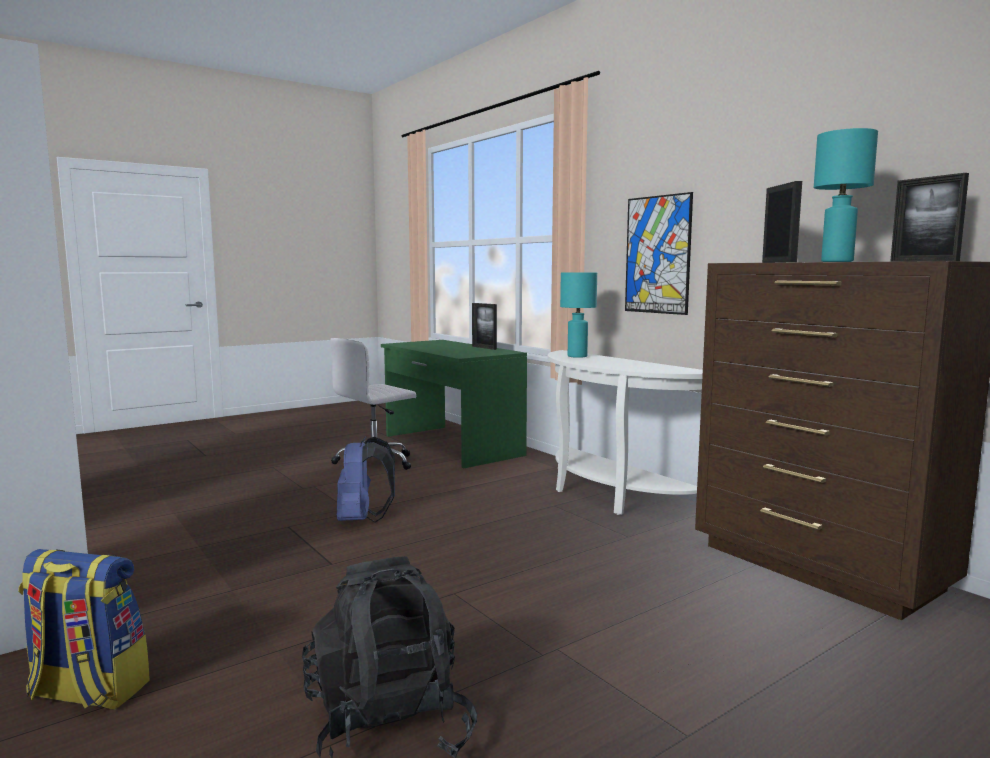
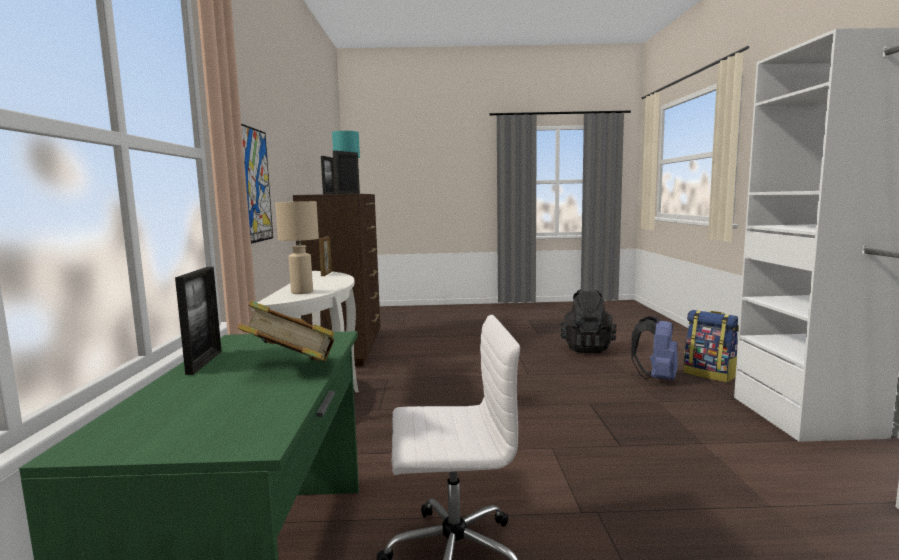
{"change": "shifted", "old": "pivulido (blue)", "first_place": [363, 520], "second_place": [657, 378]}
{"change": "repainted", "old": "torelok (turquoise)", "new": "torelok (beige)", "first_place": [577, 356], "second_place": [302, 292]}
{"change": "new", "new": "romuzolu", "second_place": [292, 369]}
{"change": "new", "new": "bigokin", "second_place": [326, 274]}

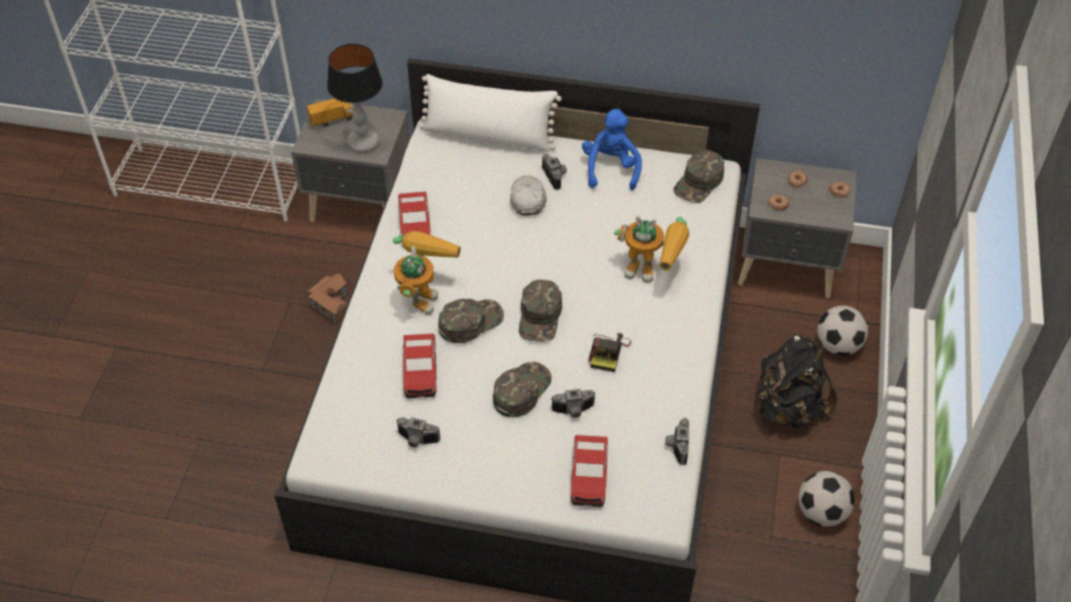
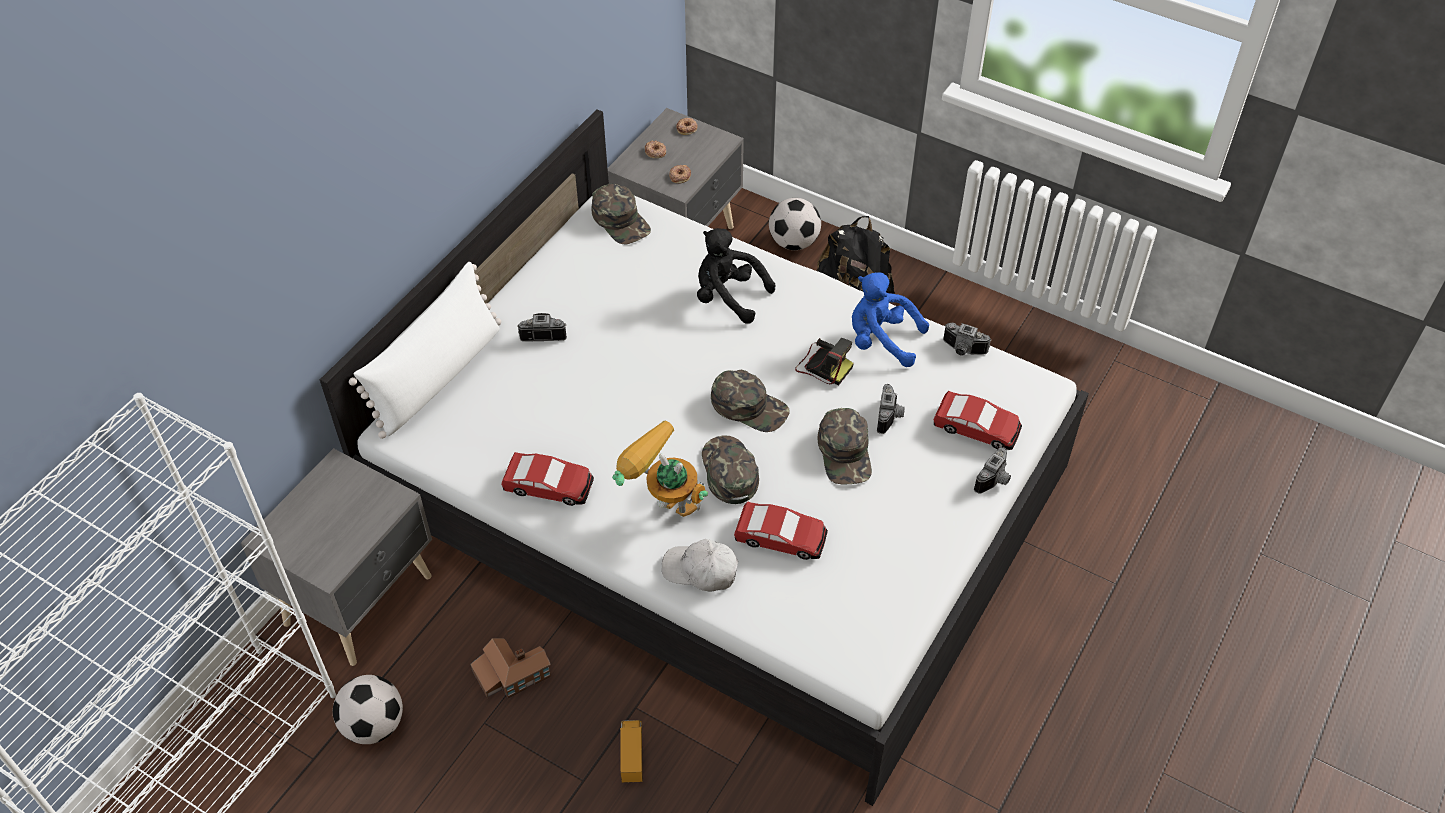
{"change": "shifted", "old": "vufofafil", "first_place": [333, 120], "second_place": [632, 755]}
{"change": "gone", "old": "torelok", "first_place": [363, 143]}
{"change": "shifted", "old": "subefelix", "first_place": [417, 441], "second_place": [995, 480]}
{"change": "rotated", "old": "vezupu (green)", "first_place": [521, 390], "second_place": [845, 452], "degrees": -150}
{"change": "shifted", "old": "vezupu (white)", "first_place": [527, 199], "second_place": [701, 571]}
{"change": "shifted", "old": "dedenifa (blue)", "first_place": [611, 168], "second_place": [881, 340]}
{"change": "swapped", "old": "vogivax", "new": "dedenifa (black)", "first_place": [652, 271], "second_place": [728, 297]}
{"change": "shifted", "old": "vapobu", "first_place": [821, 512], "second_place": [374, 725]}

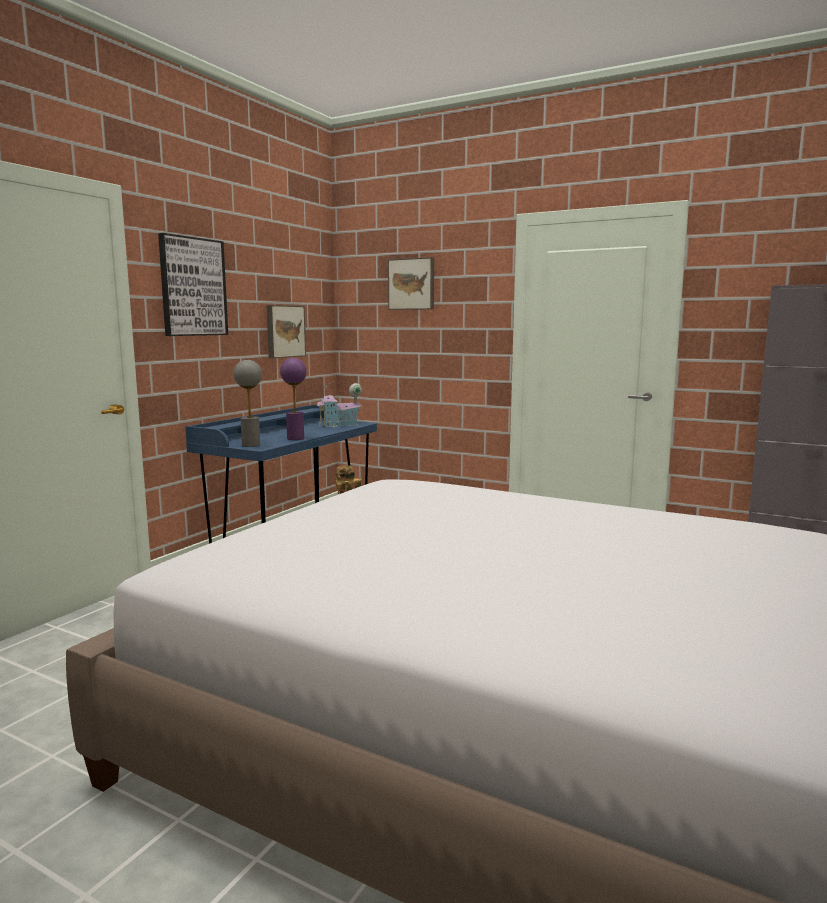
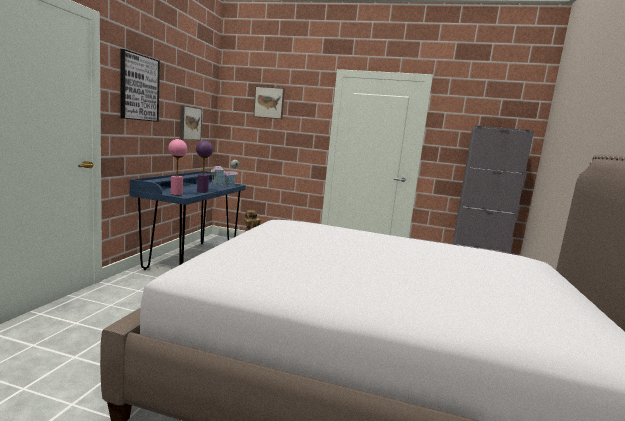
{"change": "repainted", "old": "torelok (grey)", "new": "torelok (pink)", "first_place": [251, 445], "second_place": [176, 194]}

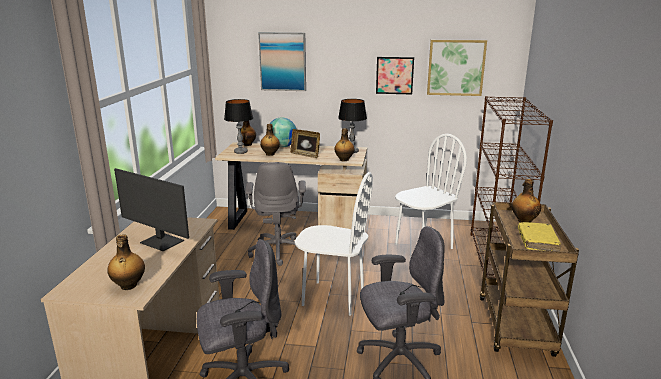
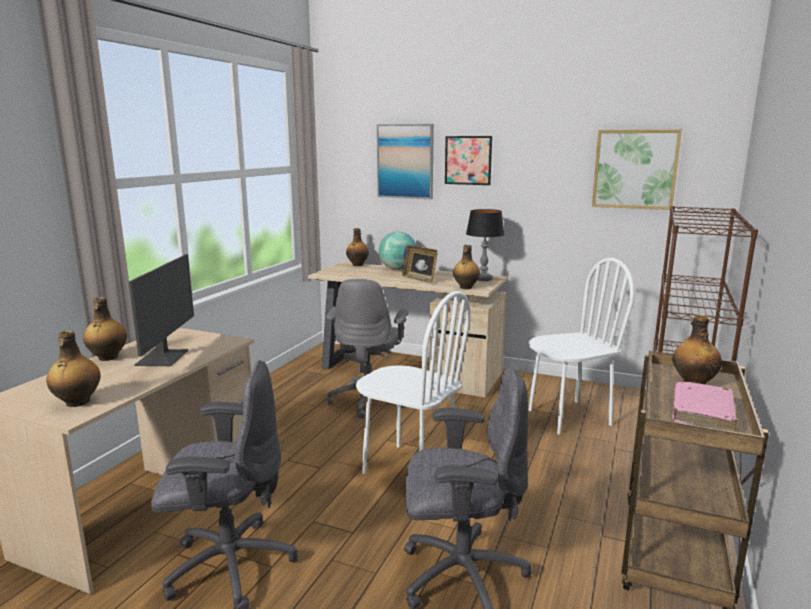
{"change": "rotated", "old": "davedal", "first_place": [161, 242], "second_place": [164, 357], "degrees": -135}
{"change": "gone", "old": "torelok", "first_place": [241, 152]}
{"change": "shifted", "old": "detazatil", "first_place": [270, 154], "second_place": [107, 358]}
{"change": "shifted", "old": "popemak", "first_place": [394, 75], "second_place": [468, 160]}
{"change": "repainted", "old": "romuzolu (yellow)", "new": "romuzolu (pink)", "first_place": [537, 242], "second_place": [702, 415]}

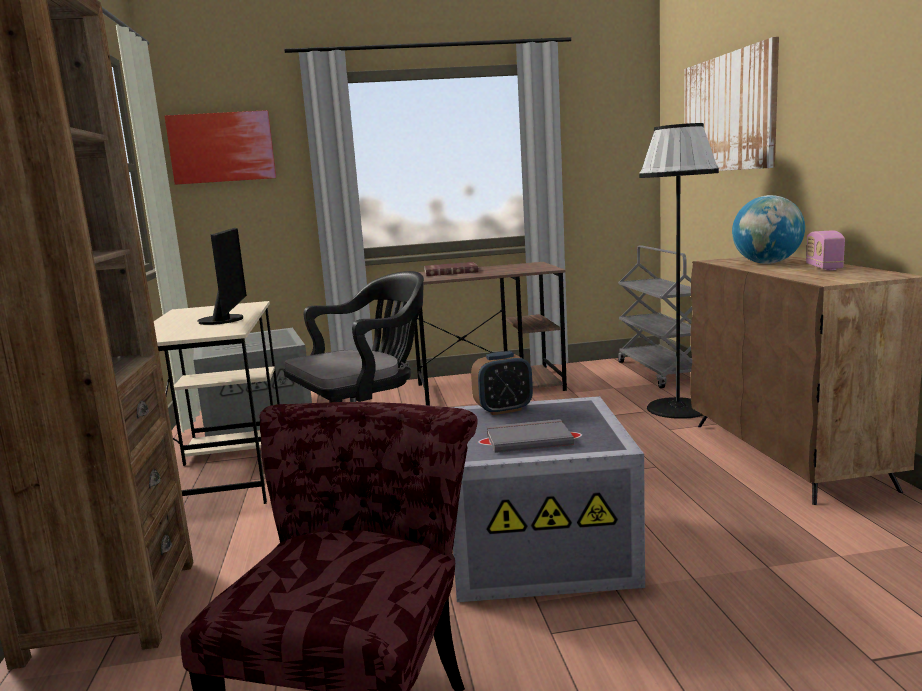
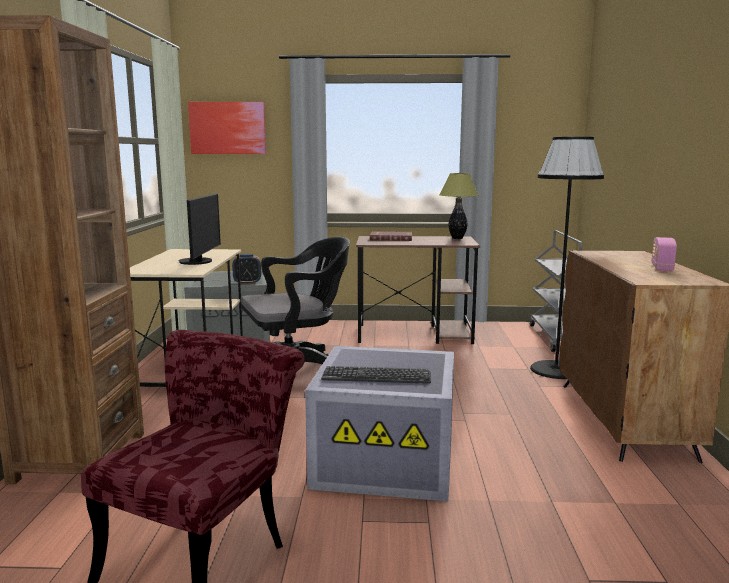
{"change": "shifted", "old": "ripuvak", "first_place": [503, 410], "second_place": [247, 283]}
{"change": "swapped", "old": "romuzolu (grey)", "new": "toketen", "first_place": [528, 438], "second_place": [376, 376]}
{"change": "gone", "old": "popemak", "first_place": [728, 113]}
{"change": "gone", "old": "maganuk", "first_place": [767, 263]}
{"change": "new", "new": "torelok", "second_place": [457, 238]}

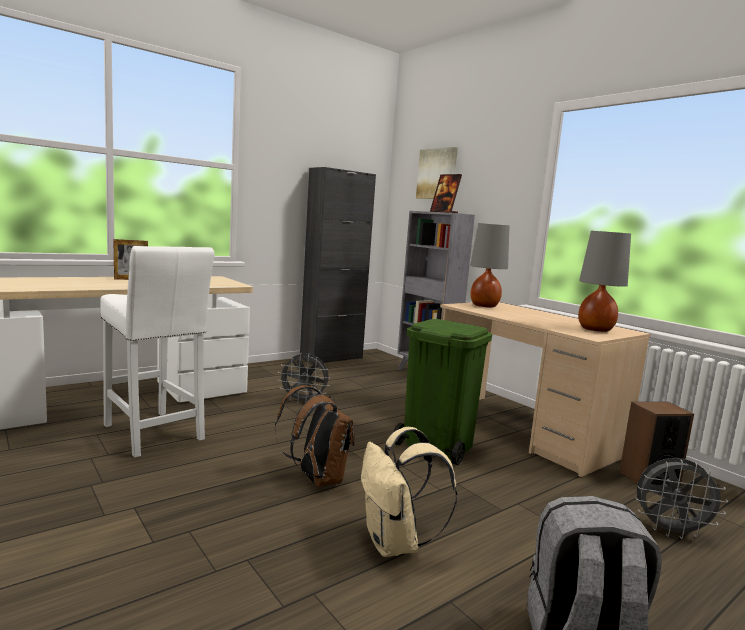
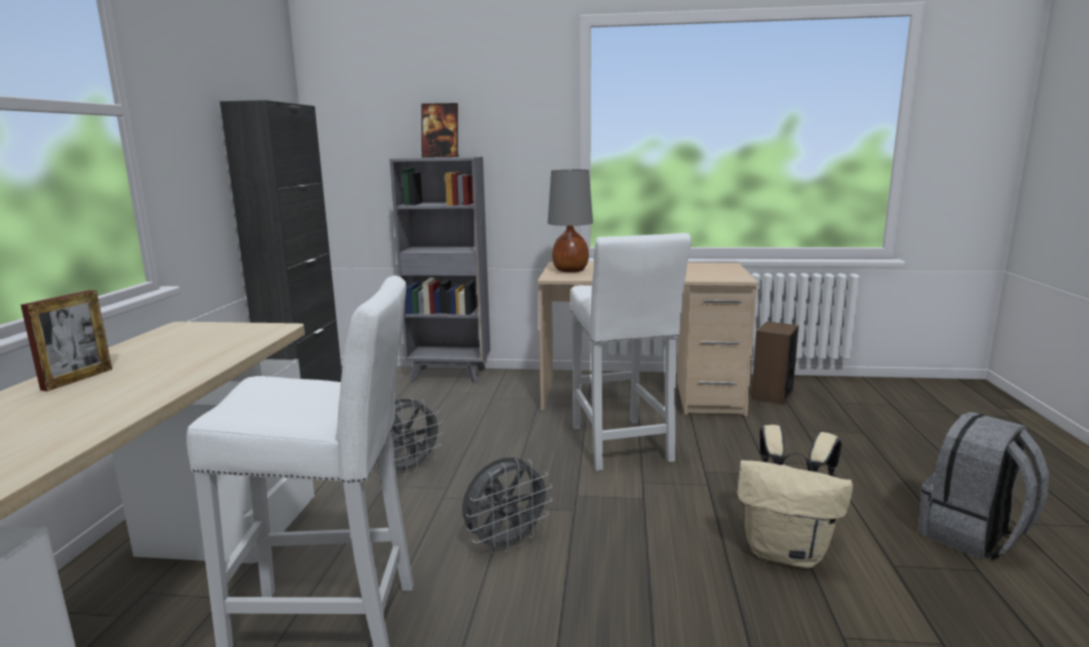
{"change": "gone", "old": "pivulido (brown)", "first_place": [316, 479]}
{"change": "swapped", "old": "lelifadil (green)", "new": "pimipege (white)", "first_place": [436, 446], "second_place": [621, 446]}
{"change": "gone", "old": "popemak", "first_place": [437, 174]}
{"change": "gone", "old": "torelok (grey)", "first_place": [595, 329]}
{"change": "shifted", "old": "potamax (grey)", "first_place": [670, 531], "second_place": [506, 544]}

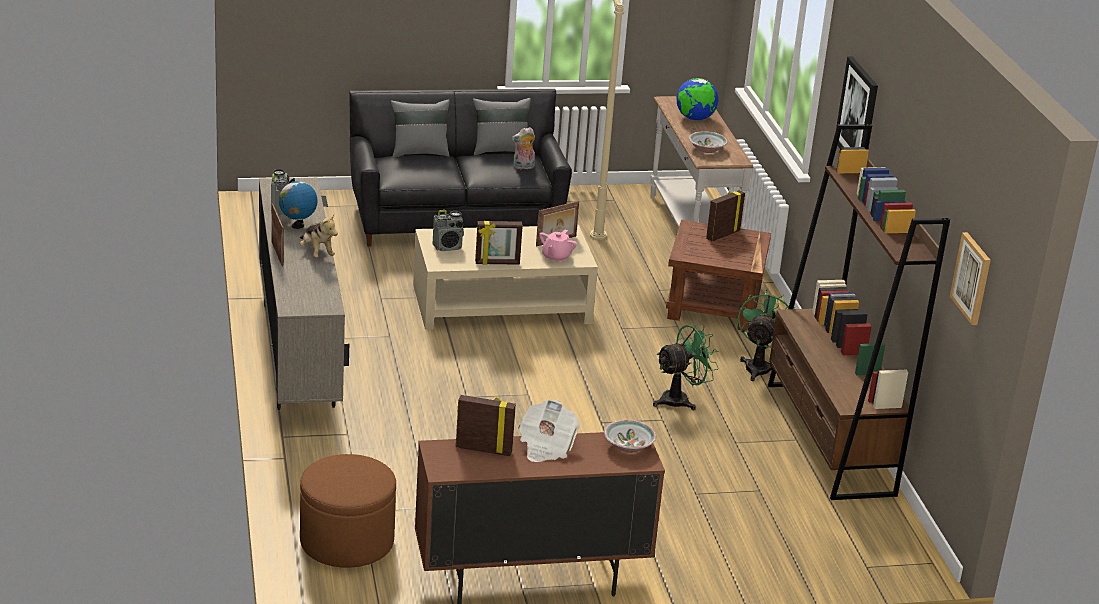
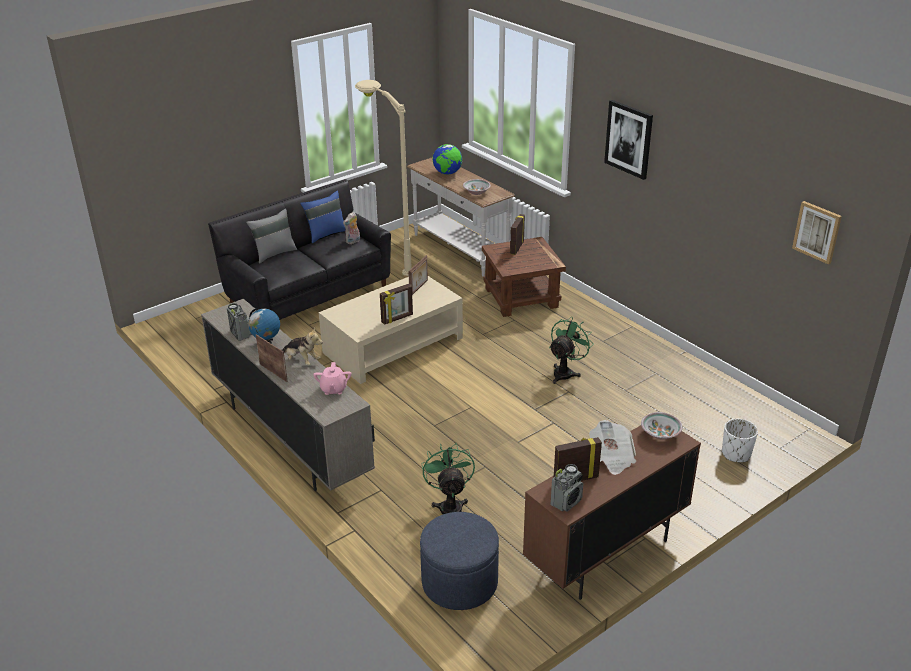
{"change": "repainted", "old": "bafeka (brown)", "new": "bafeka (blue)", "first_place": [347, 542], "second_place": [459, 582]}
{"change": "shifted", "old": "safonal", "first_place": [448, 247], "second_place": [566, 502]}
{"change": "repainted", "old": "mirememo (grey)", "new": "mirememo (blue)", "first_place": [500, 150], "second_place": [325, 234]}
{"change": "shifted", "old": "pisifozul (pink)", "first_place": [556, 257], "second_place": [333, 389]}
{"change": "shifted", "old": "potamax (green)", "first_place": [759, 366], "second_place": [450, 506]}
{"change": "gone", "old": "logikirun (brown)", "first_place": [829, 439]}
{"change": "new", "new": "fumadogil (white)", "second_place": [736, 454]}

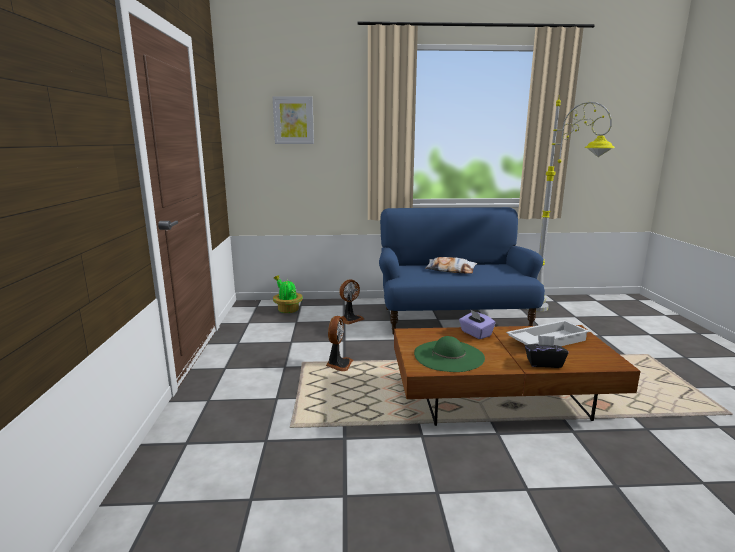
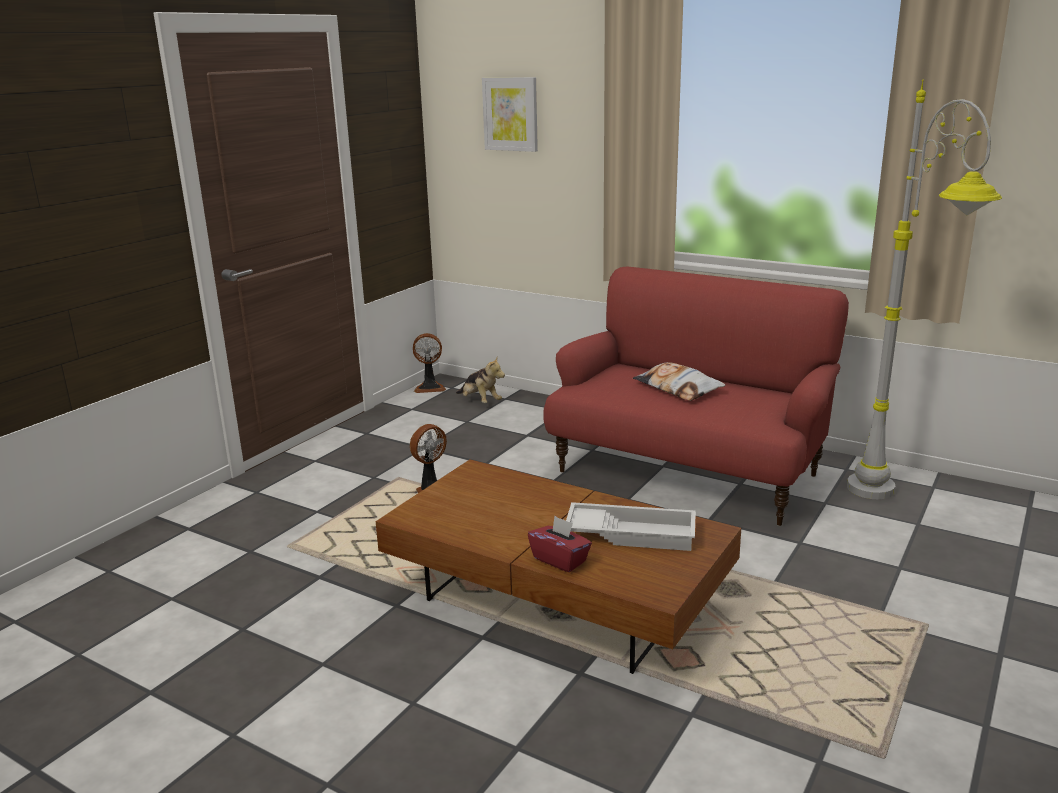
{"change": "swapped", "old": "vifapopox", "new": "dedenifa", "first_place": [287, 310], "second_place": [480, 401]}
{"change": "shifted", "old": "potamax", "first_place": [350, 319], "second_place": [430, 387]}
{"change": "repainted", "old": "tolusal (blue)", "new": "tolusal (red)", "first_place": [453, 318], "second_place": [688, 471]}
{"change": "gone", "old": "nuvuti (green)", "first_place": [449, 356]}
{"change": "gone", "old": "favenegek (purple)", "first_place": [475, 334]}
{"change": "repainted", "old": "favenegek (black)", "new": "favenegek (red)", "first_place": [544, 363], "second_place": [560, 560]}

